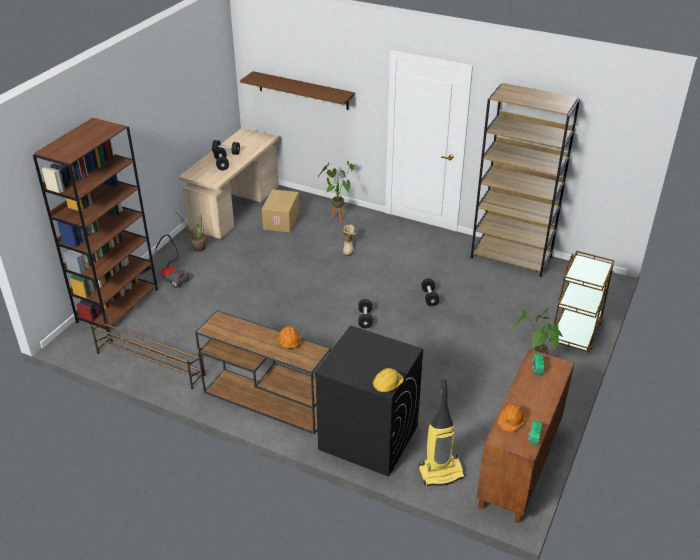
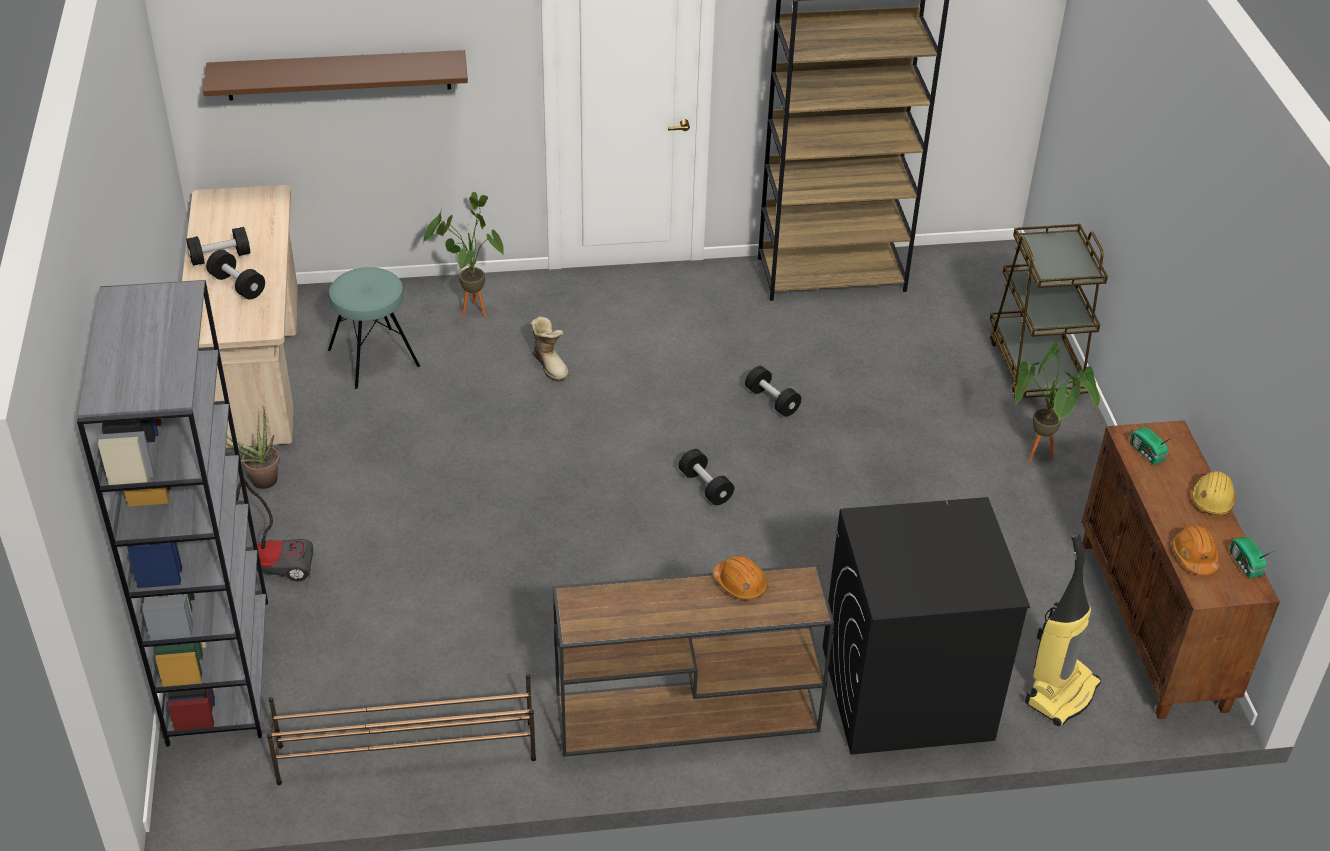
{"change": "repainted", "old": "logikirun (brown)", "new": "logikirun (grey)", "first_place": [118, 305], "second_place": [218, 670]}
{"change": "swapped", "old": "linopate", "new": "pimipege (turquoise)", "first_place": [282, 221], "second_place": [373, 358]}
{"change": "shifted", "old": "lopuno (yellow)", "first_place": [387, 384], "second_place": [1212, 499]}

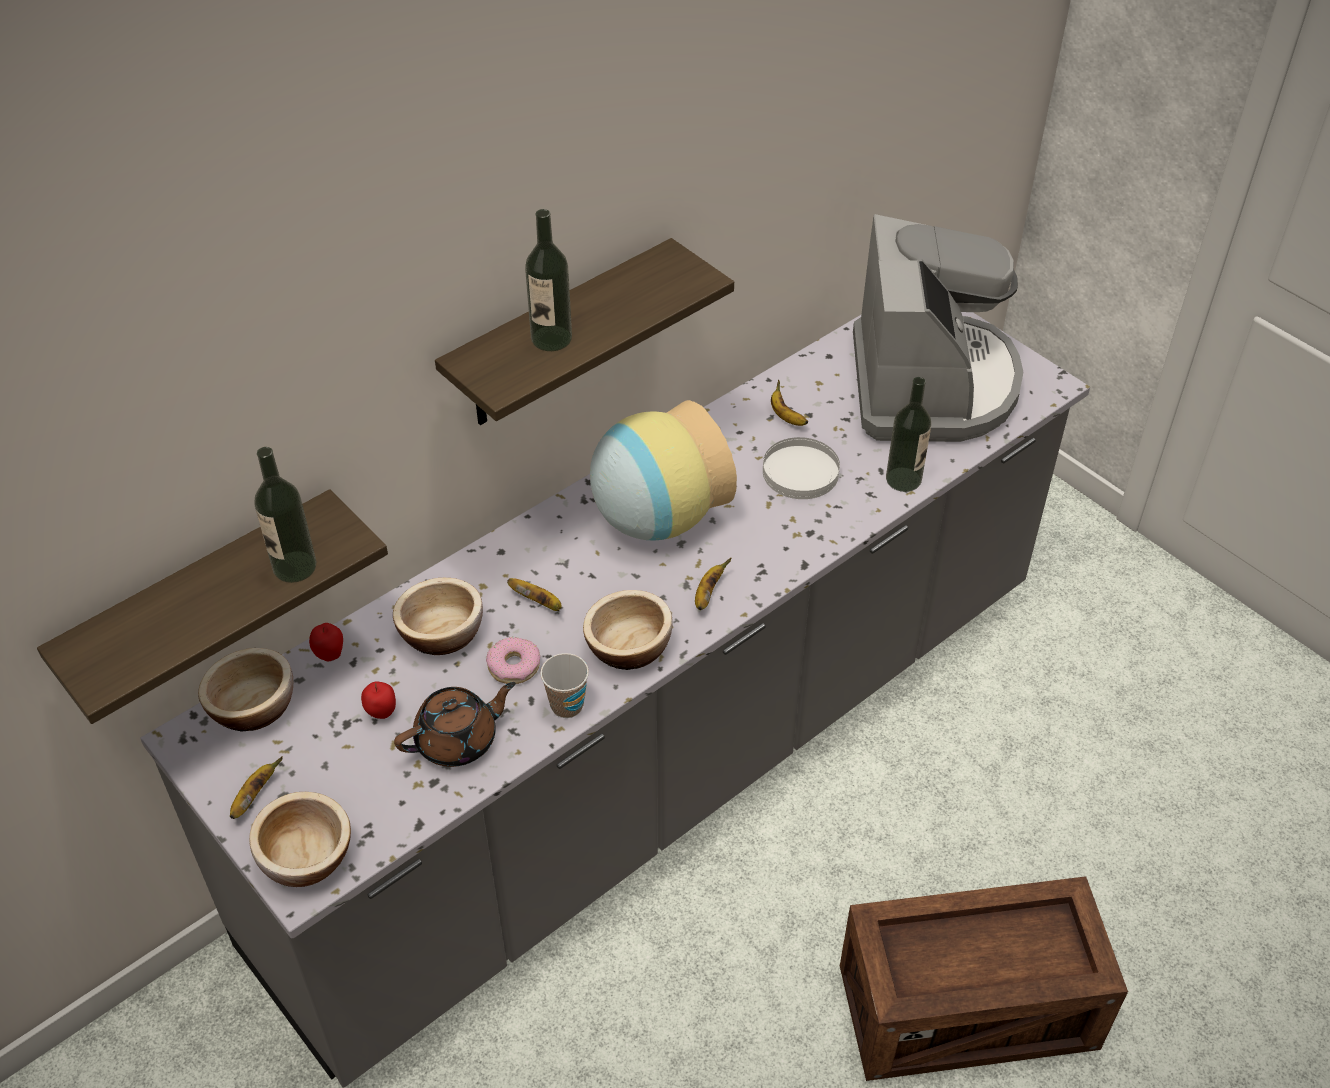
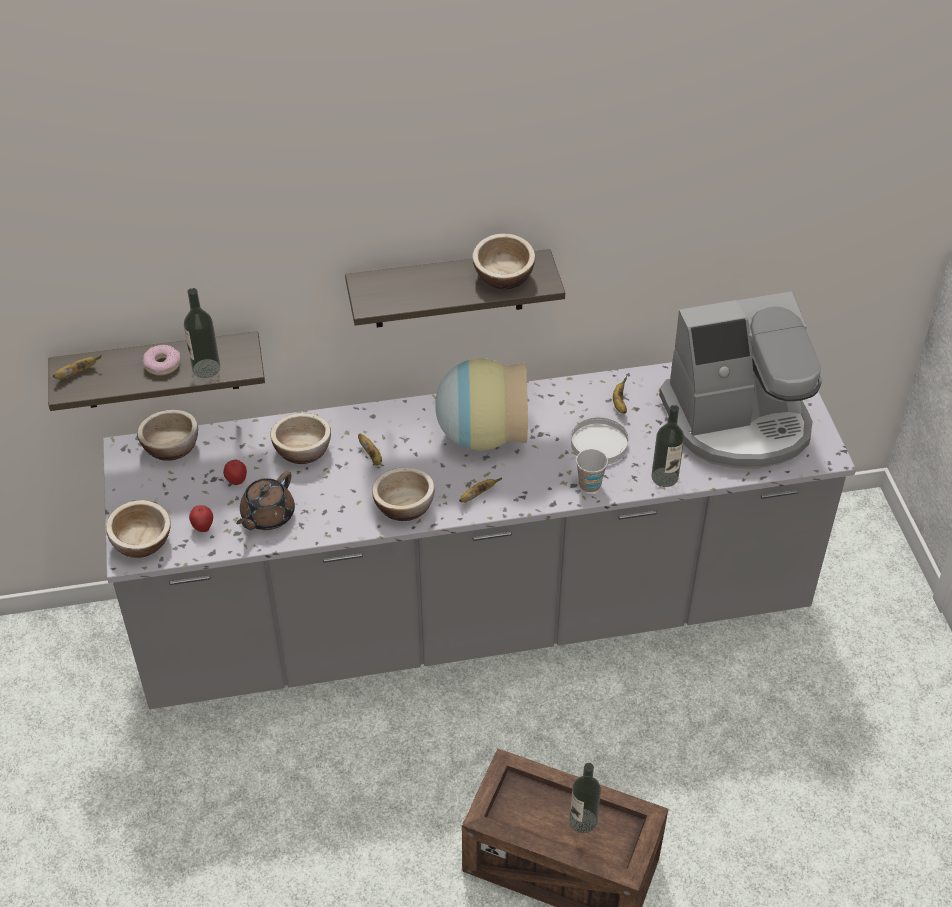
{"change": "shifted", "old": "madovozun", "first_place": [254, 796], "second_place": [77, 373]}
{"change": "shifted", "old": "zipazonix", "first_place": [330, 654], "second_place": [203, 527]}
{"change": "rotated", "old": "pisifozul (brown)", "first_place": [458, 740], "second_place": [267, 516], "degrees": 120}
{"change": "shifted", "old": "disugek", "first_place": [514, 666], "second_place": [162, 364]}
{"change": "shifted", "old": "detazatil", "first_place": [551, 338], "second_place": [583, 820]}
{"change": "shifted", "old": "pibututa", "first_place": [567, 705], "second_place": [589, 485]}
{"change": "rotated", "old": "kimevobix", "first_place": [931, 385], "second_place": [738, 422], "degrees": 45}
{"change": "new", "new": "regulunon", "second_place": [503, 276]}

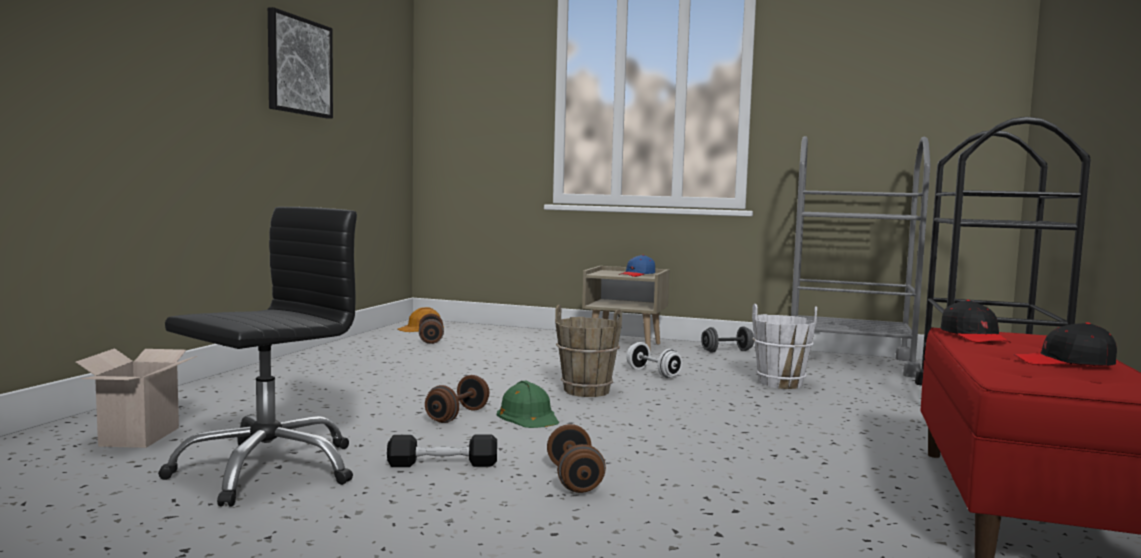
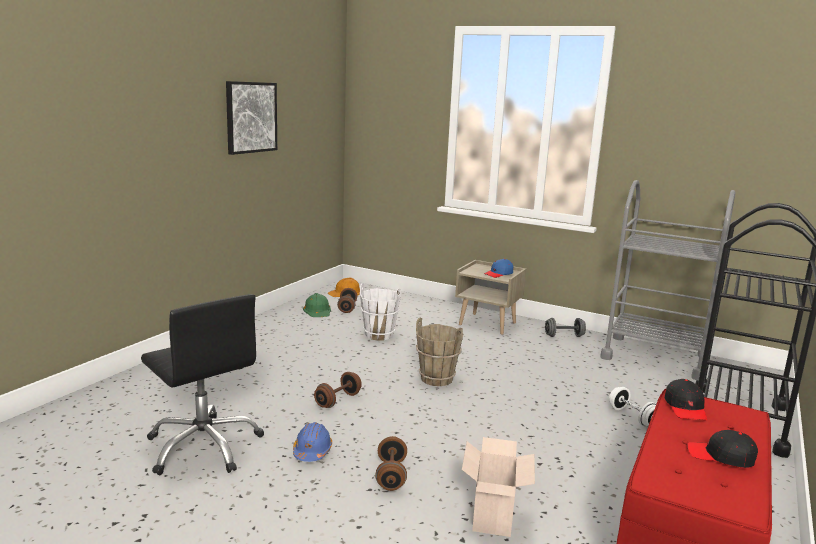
{"change": "shifted", "old": "linopate", "first_place": [141, 437], "second_place": [494, 518]}
{"change": "rotated", "old": "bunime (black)", "first_place": [267, 469], "second_place": [204, 446], "degrees": 90}
{"change": "swapped", "old": "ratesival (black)", "new": "lopuno (blue)", "first_place": [442, 464], "second_place": [312, 451]}
{"change": "shifted", "old": "lopuno (green)", "first_place": [528, 416], "second_place": [317, 310]}
{"change": "shifted", "old": "ratesival (white)", "first_place": [653, 373], "second_place": [632, 417]}
{"change": "shifted", "old": "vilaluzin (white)", "first_place": [780, 383], "second_place": [379, 335]}

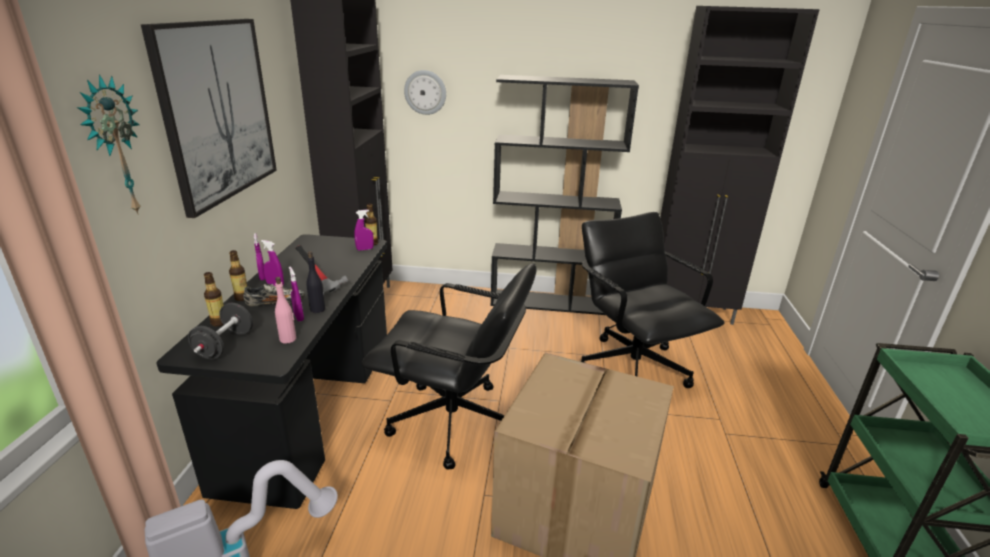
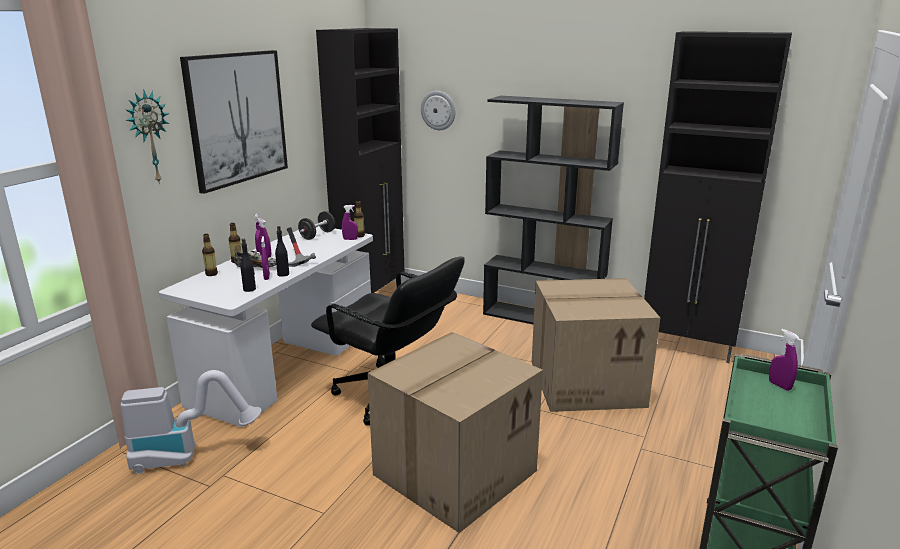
{"change": "repainted", "old": "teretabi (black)", "new": "teretabi (white)", "first_place": [312, 407], "second_place": [288, 366]}
{"change": "shifted", "old": "ratesival (black)", "first_place": [225, 345], "second_place": [317, 235]}
{"change": "repainted", "old": "detazatil (pink)", "new": "detazatil (black)", "first_place": [288, 339], "second_place": [249, 289]}
{"change": "swapped", "old": "bunime (black)", "new": "linopate", "first_place": [633, 367], "second_place": [587, 382]}
{"change": "new", "new": "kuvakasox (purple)", "second_place": [779, 385]}

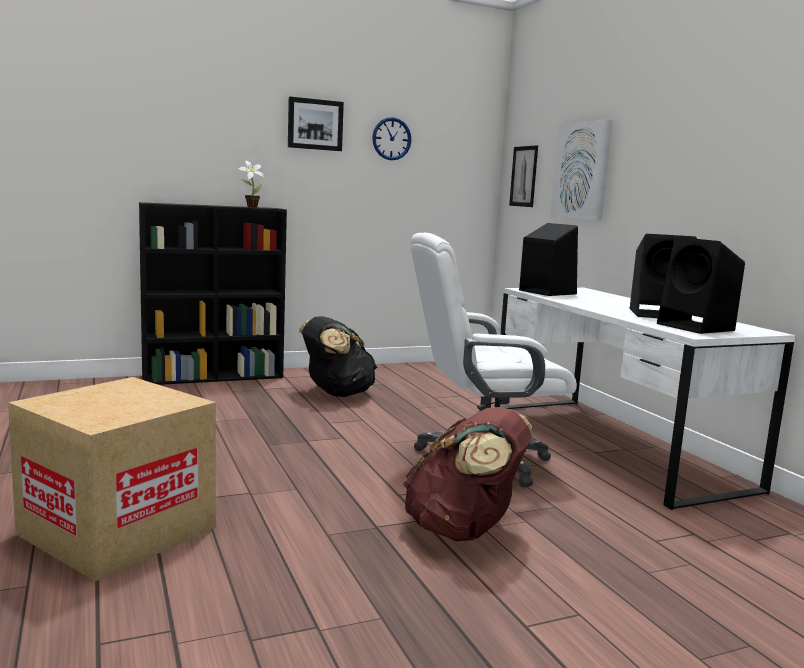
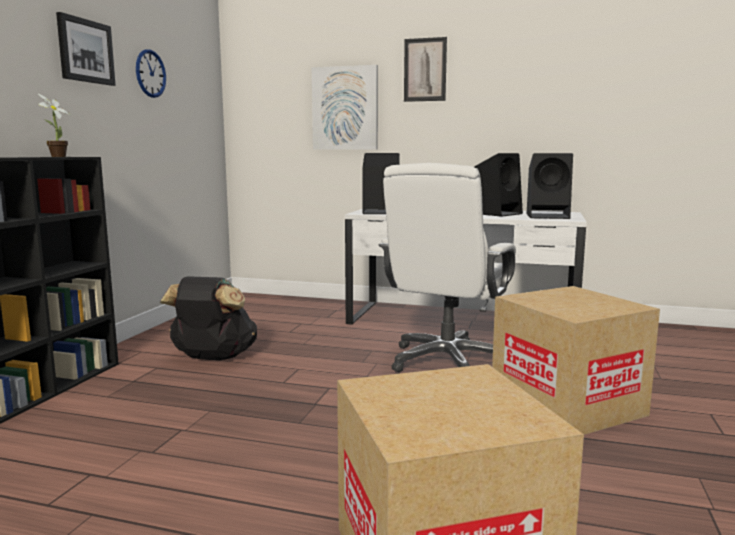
{"change": "swapped", "old": "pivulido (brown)", "new": "linopate", "first_place": [463, 530], "second_place": [567, 405]}
{"change": "shifted", "old": "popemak", "first_place": [524, 176], "second_place": [425, 70]}

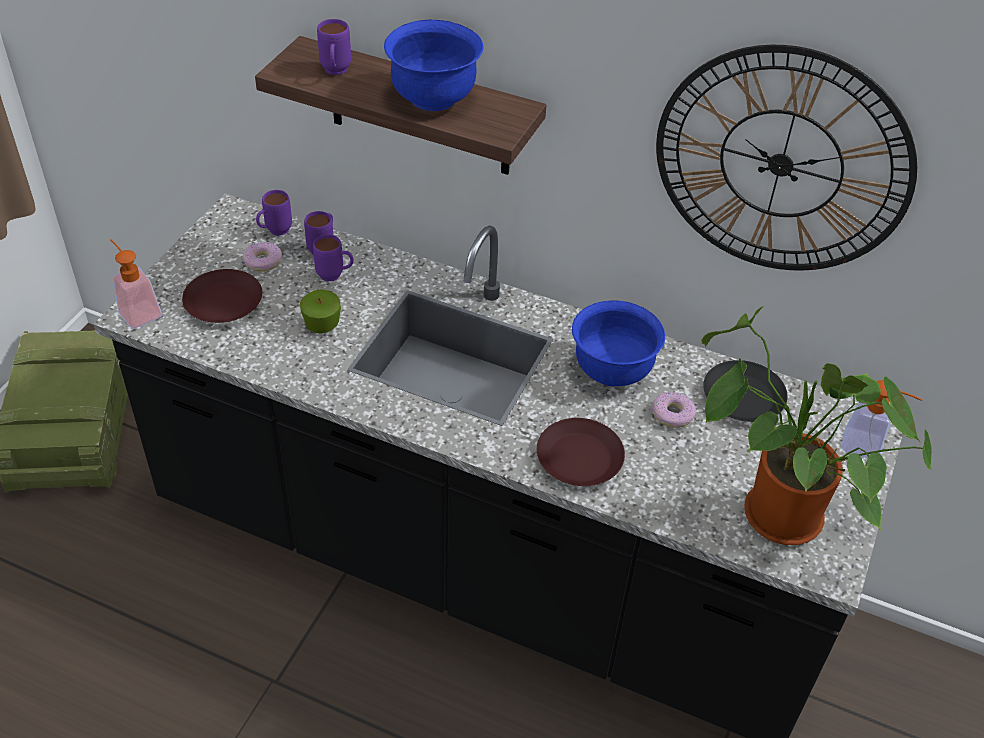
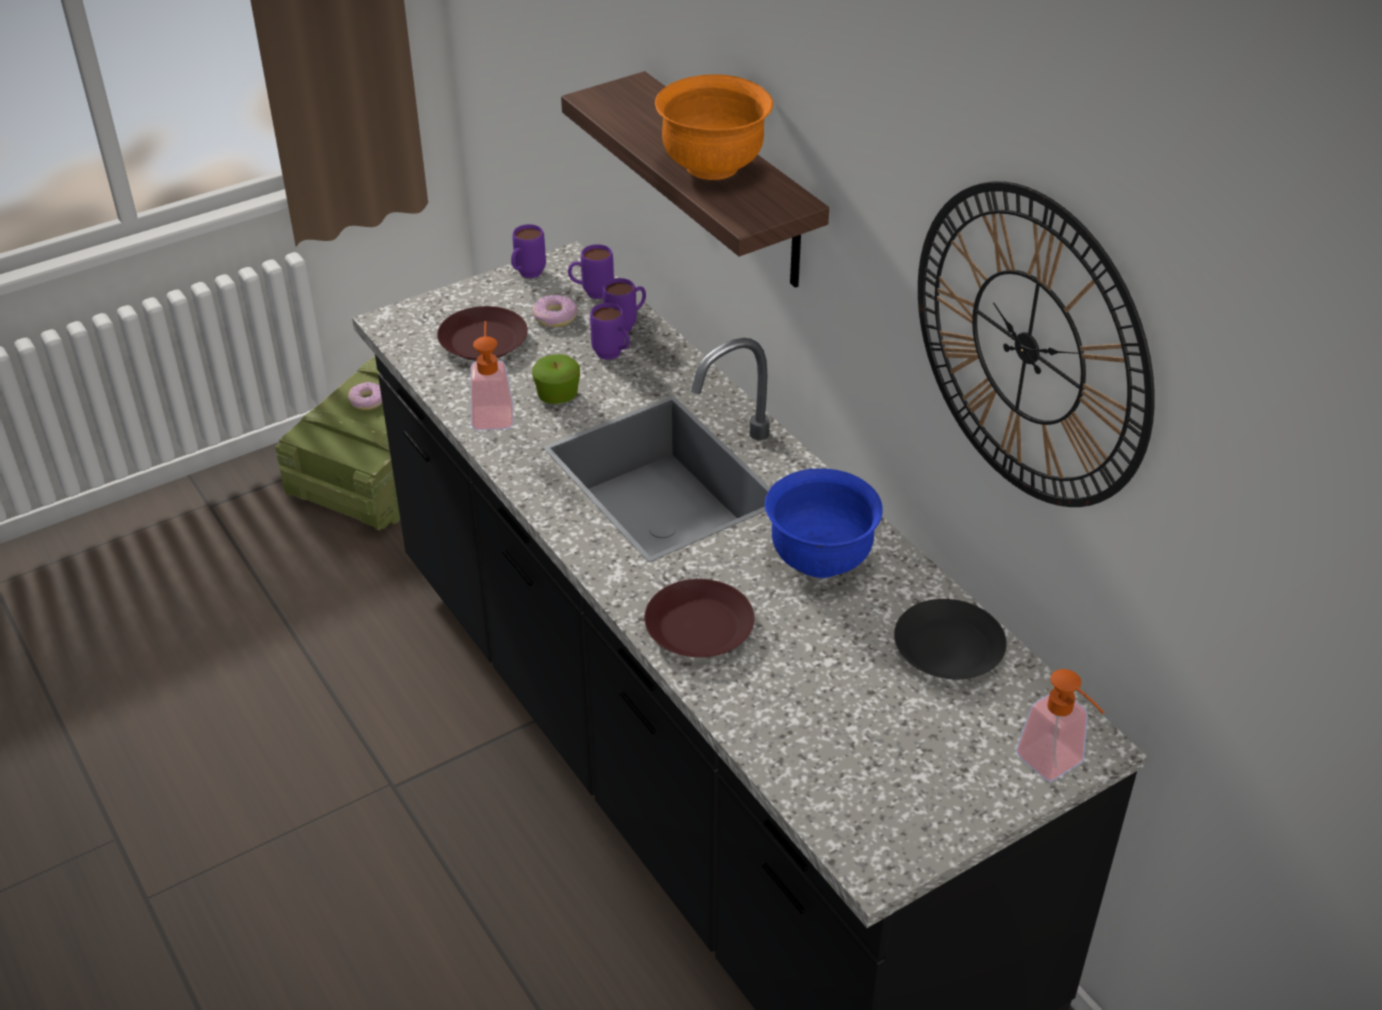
{"change": "shifted", "old": "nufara", "first_place": [137, 310], "second_place": [492, 413]}
{"change": "shifted", "old": "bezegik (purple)", "first_place": [335, 73], "second_place": [527, 275]}
{"change": "repainted", "old": "regulunon (blue)", "new": "regulunon (orange)", "first_place": [434, 98], "second_place": [713, 166]}
{"change": "shifted", "old": "disugek", "first_place": [672, 415], "second_place": [367, 401]}
{"change": "gone", "old": "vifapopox", "first_place": [772, 517]}

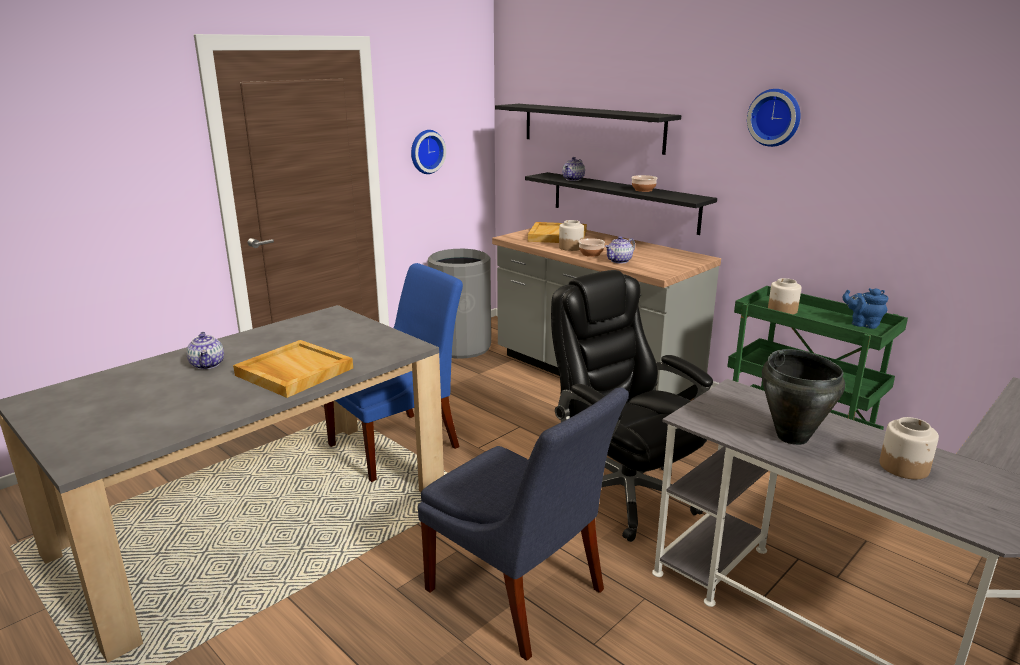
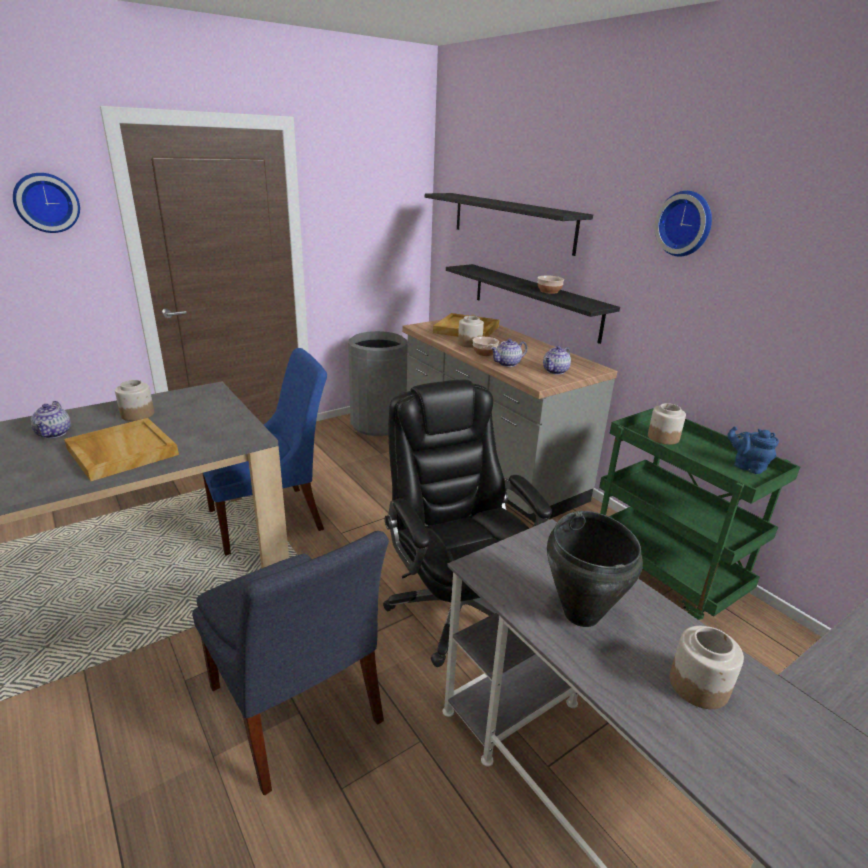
{"change": "shifted", "old": "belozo", "first_place": [425, 151], "second_place": [46, 202]}
{"change": "shifted", "old": "pisifozul", "first_place": [573, 179], "second_place": [555, 371]}
{"change": "new", "new": "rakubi", "second_place": [137, 414]}

